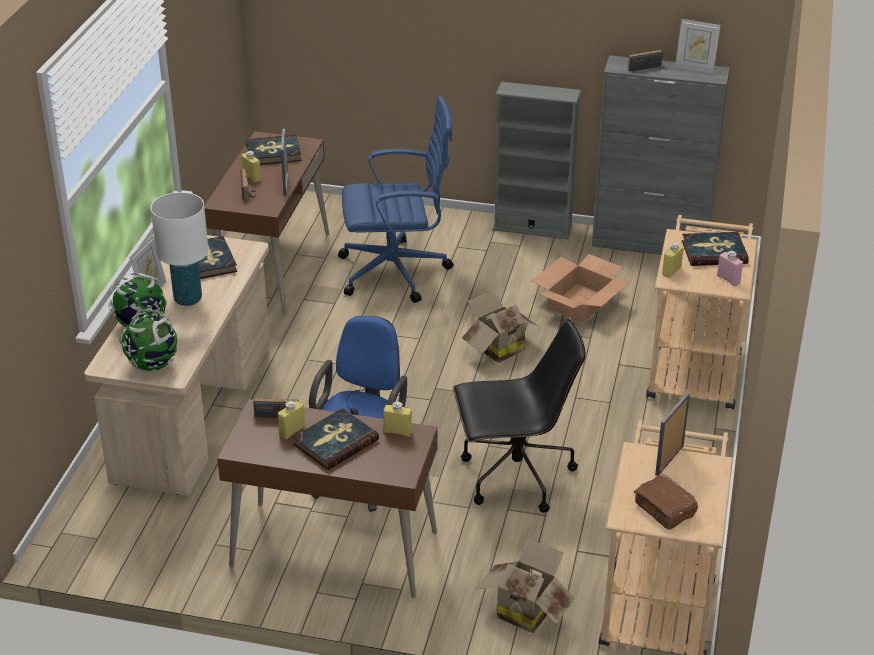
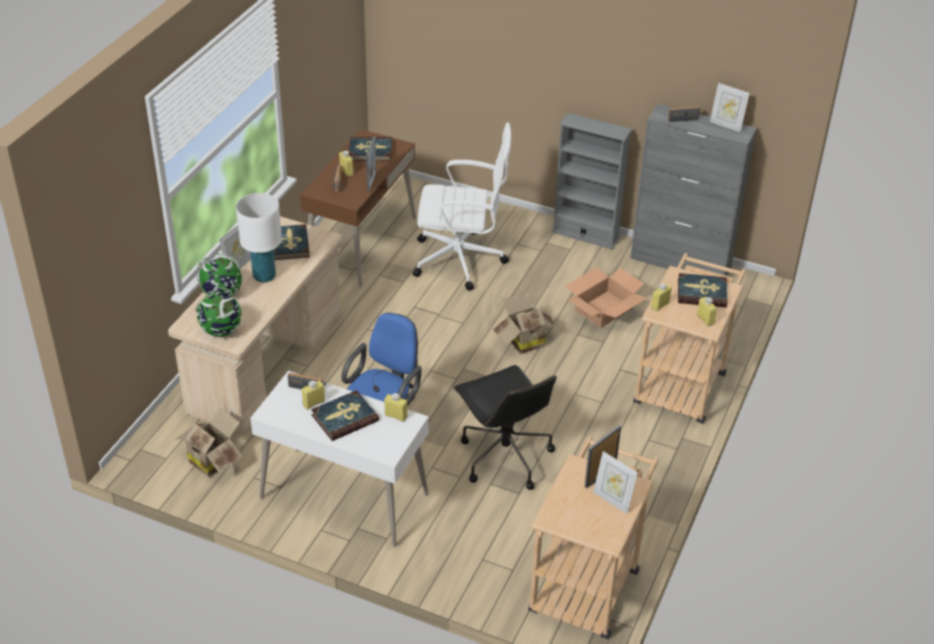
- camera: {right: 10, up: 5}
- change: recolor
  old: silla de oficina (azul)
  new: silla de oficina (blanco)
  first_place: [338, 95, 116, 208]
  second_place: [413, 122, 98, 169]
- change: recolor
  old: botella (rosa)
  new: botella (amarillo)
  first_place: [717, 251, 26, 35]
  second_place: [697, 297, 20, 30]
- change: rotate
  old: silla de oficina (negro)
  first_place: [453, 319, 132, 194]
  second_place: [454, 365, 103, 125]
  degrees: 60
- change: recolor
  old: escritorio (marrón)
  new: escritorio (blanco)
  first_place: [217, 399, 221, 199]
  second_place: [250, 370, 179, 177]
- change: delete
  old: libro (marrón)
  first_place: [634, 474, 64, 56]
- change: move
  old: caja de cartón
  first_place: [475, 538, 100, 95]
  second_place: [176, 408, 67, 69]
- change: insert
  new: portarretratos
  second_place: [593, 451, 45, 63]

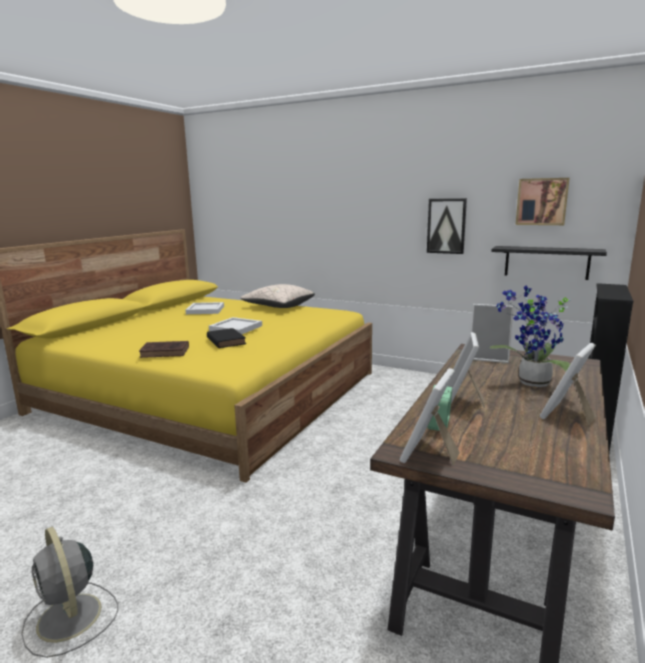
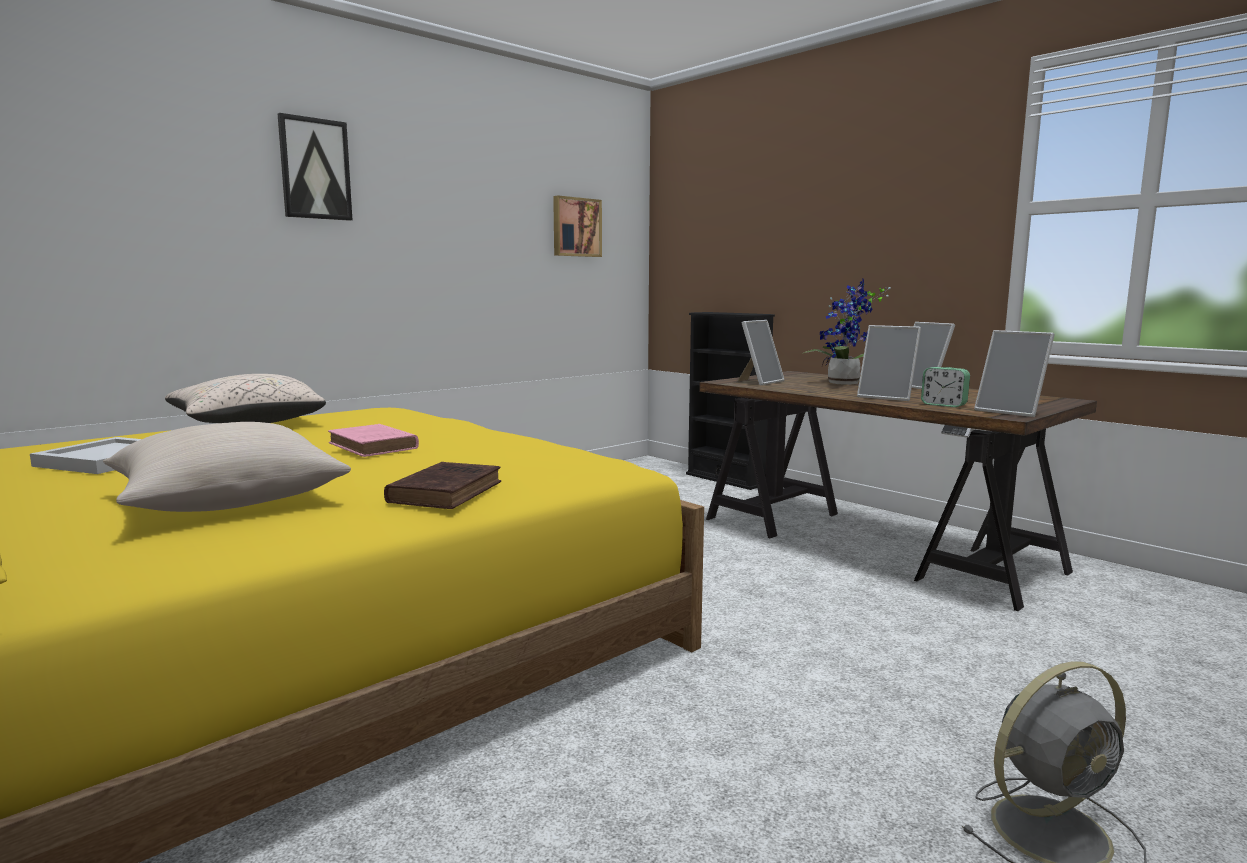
- camera: {right: -70, up: -5}
- change: move
  old: cuadro
  first_place: [427, 198, 40, 56]
  second_place: [278, 113, 74, 108]
- change: delete
  old: estante (negro)
  first_place: [491, 246, 116, 34]
- change: replace
  old: bandeja (blanco)
  new: libro (rosa)
  first_place: [209, 317, 53, 17]
  second_place: [328, 424, 91, 33]
- change: delete
  old: libro (negro)
  first_place: [207, 328, 39, 20]
- change: insert
  new: cojín (beis)
  second_place: [103, 422, 248, 90]

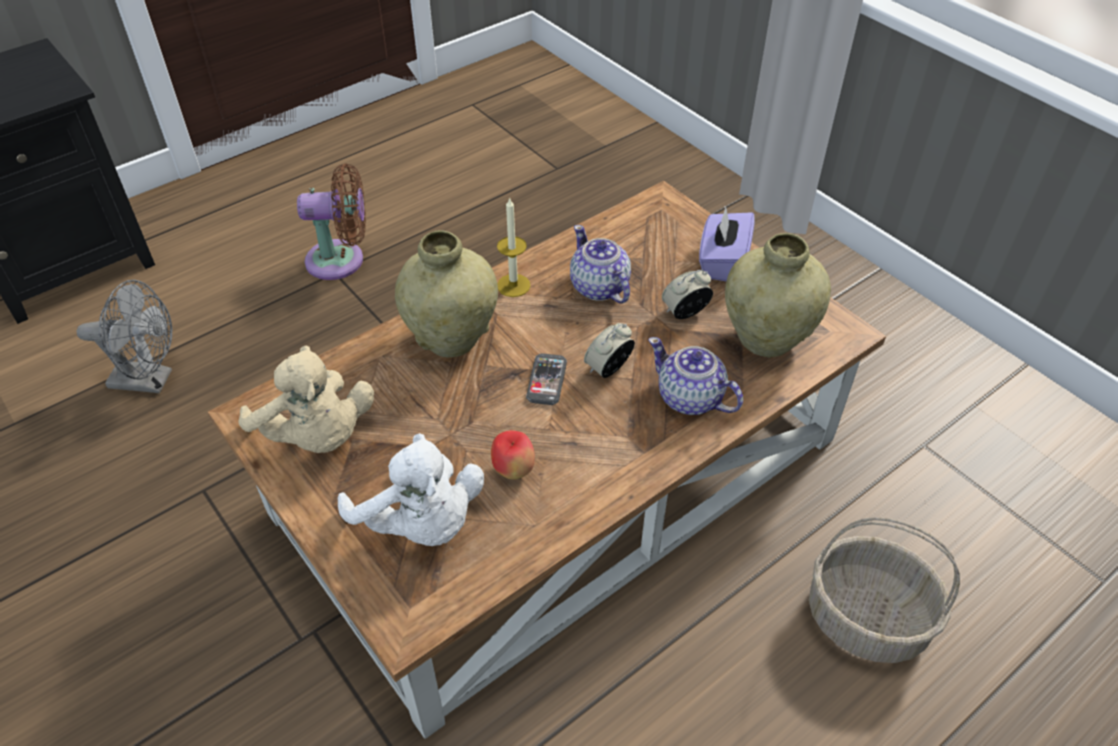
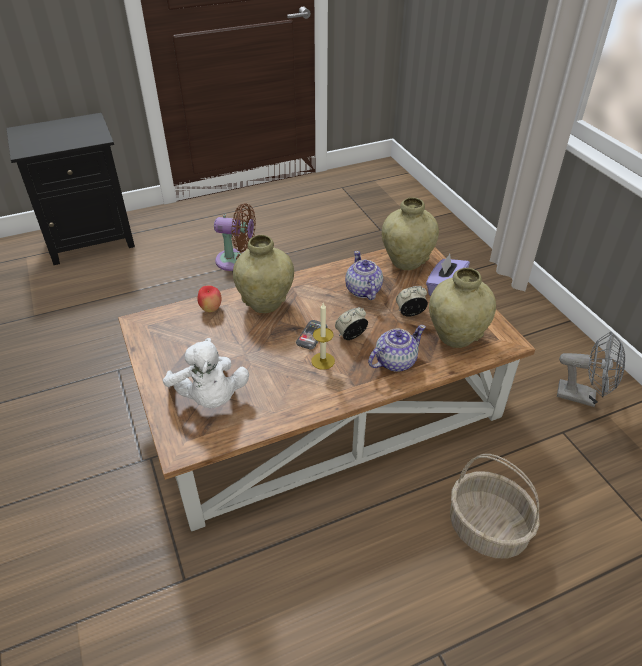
- camera: {right: 15, up: -5}
- change: move
  old: vela
  first_place: [497, 197, 34, 100]
  second_place: [311, 303, 24, 67]
- change: move
  old: ventilador (gris)
  first_place: [76, 280, 96, 113]
  second_place: [557, 331, 68, 76]
- change: rotate
  old: tetera
  first_place: [648, 337, 95, 78]
  second_place: [368, 325, 58, 47]
  degrees: 90
- change: delete
  old: peluche (beis)
  first_place: [238, 346, 136, 107]
- change: move
  old: manzana
  first_place: [491, 430, 44, 50]
  second_place: [197, 285, 24, 27]
- change: insert
  new: florero (beis)
  second_place: [382, 197, 57, 73]

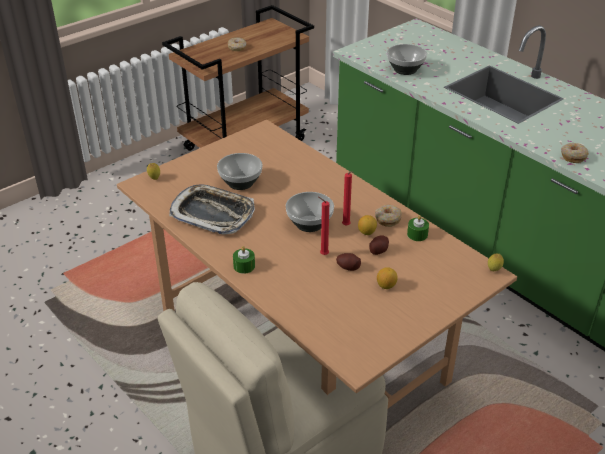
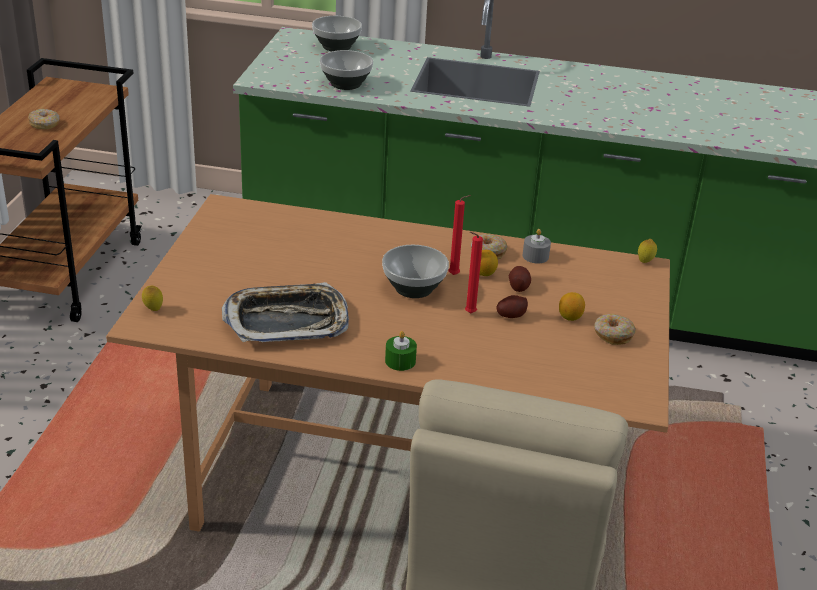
- camera: {right: -40, up: -5}
- change: move
  old: rosquilla
  first_place: [561, 143, 28, 20]
  second_place: [594, 314, 42, 31]
- change: move
  old: cuenco
  first_place: [217, 153, 46, 37]
  second_place: [312, 16, 50, 36]
- change: recolor
  old: vela (verde)
  new: vela (gris)
  first_place: [407, 215, 22, 26]
  second_place: [523, 229, 28, 35]

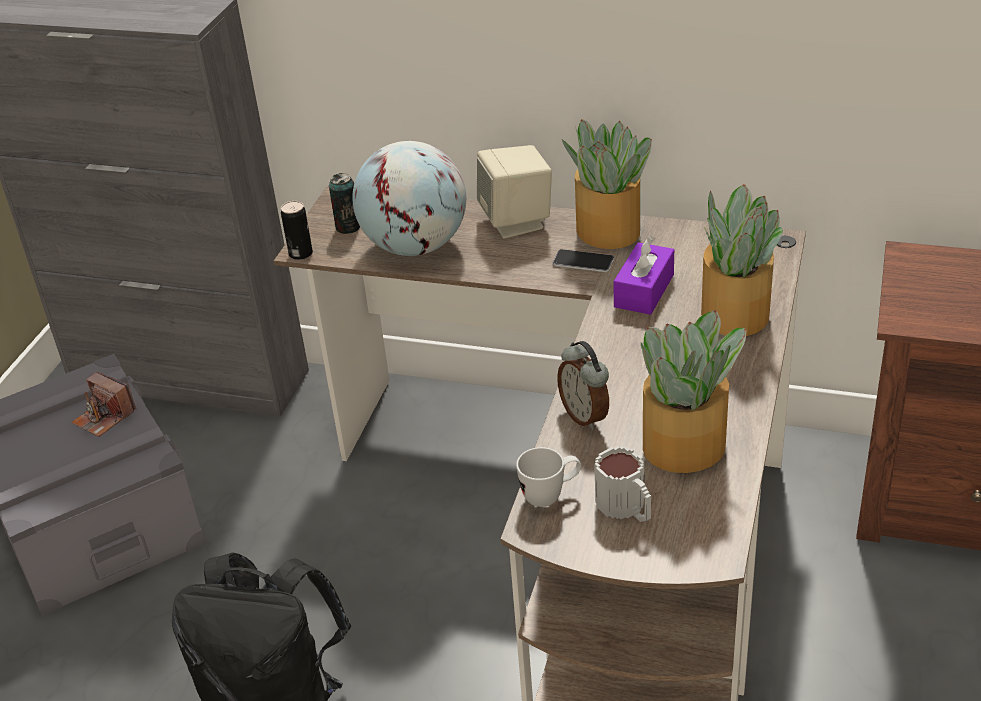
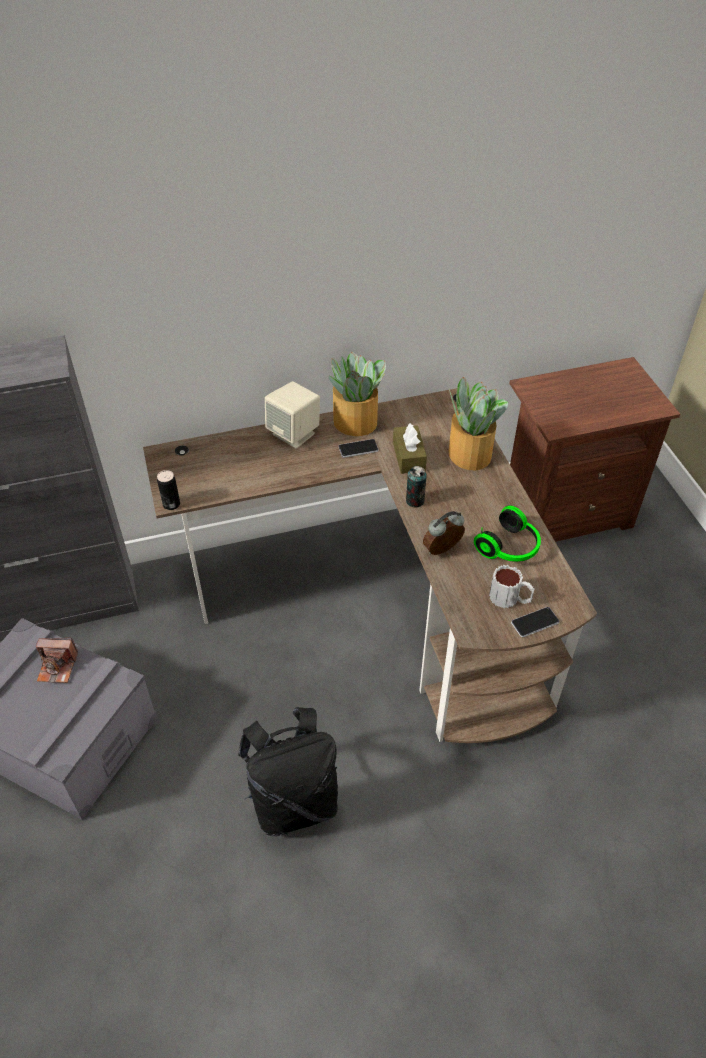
- camera: {right: -35, up: 10}
- change: delete
  old: globo terráqueo
  first_place: [352, 141, 114, 115]
- change: move
  old: lata
  first_place: [329, 173, 31, 61]
  second_place: [406, 466, 21, 41]
- change: recolor
  old: caja de pañuelos (morado)
  new: caja de pañuelos (marrón)
  first_place: [613, 236, 61, 79]
  second_place: [393, 423, 34, 51]
- change: replace
  old: planta en maceta
  new: auriculares
  first_place: [641, 310, 105, 163]
  second_place: [474, 505, 67, 57]
- change: rotate
  old: despertador
  first_place: [557, 341, 52, 89]
  second_place: [423, 511, 42, 44]
  degrees: 120
- change: delete
  old: taza grande (blanco)
  first_place: [516, 447, 65, 60]
- change: insert
  new: móvil
  second_place: [511, 607, 48, 30]

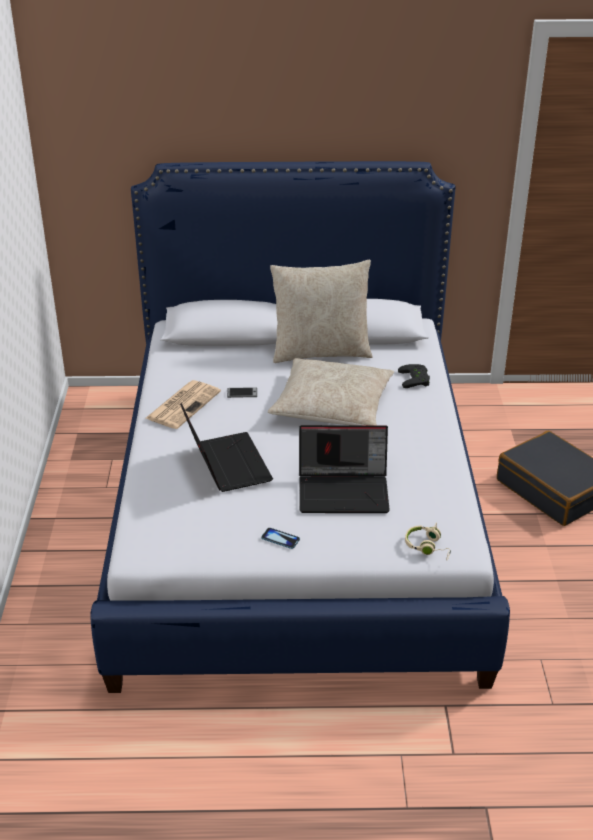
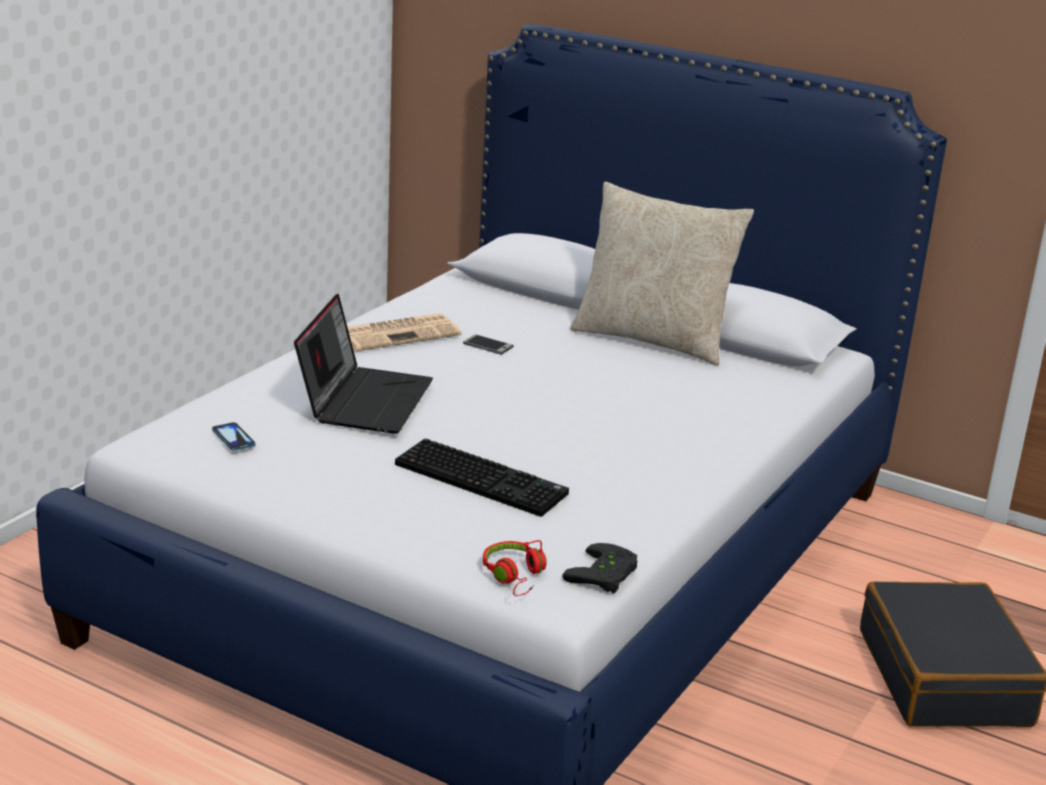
- camera: {right: 30, up: -10}
- change: delete
  old: cojín (beis)
  first_place: [268, 358, 126, 67]
- change: move
  old: mando de consola (negro)
  first_place: [398, 364, 32, 24]
  second_place: [562, 543, 75, 50]
- change: replace
  old: portátil
  new: teclado
  first_place: [299, 425, 91, 88]
  second_place: [395, 439, 174, 78]
- change: recolor
  old: auriculares (beis)
  new: auriculares (rojo)
  first_place: [405, 523, 46, 37]
  second_place: [483, 540, 64, 56]
- change: move
  old: móvil
  first_place: [261, 528, 39, 21]
  second_place: [212, 422, 44, 29]

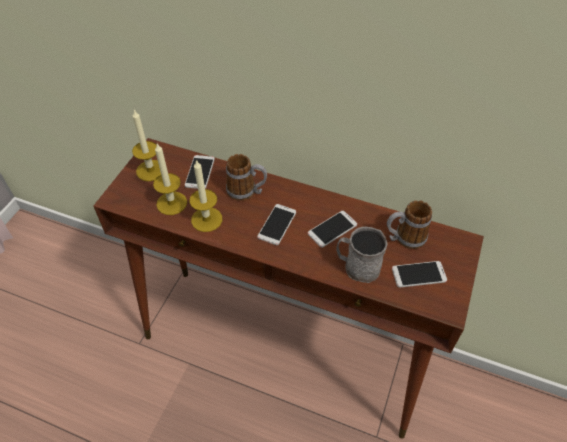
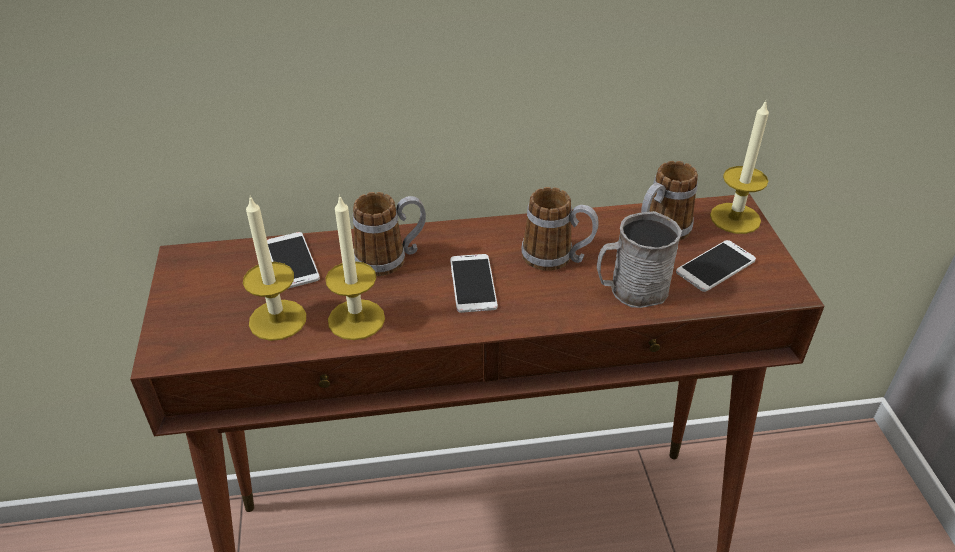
- camera: {right: -30, up: -10}
- change: move
  old: vela
  first_place: [132, 109, 29, 72]
  second_place: [710, 101, 59, 133]
- change: replace
  old: móvil
  new: taza grande
  first_place: [308, 211, 49, 37]
  second_place: [521, 187, 78, 84]

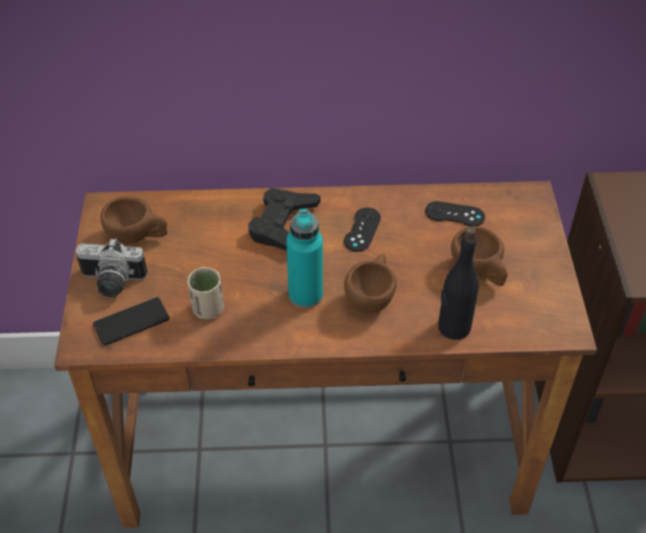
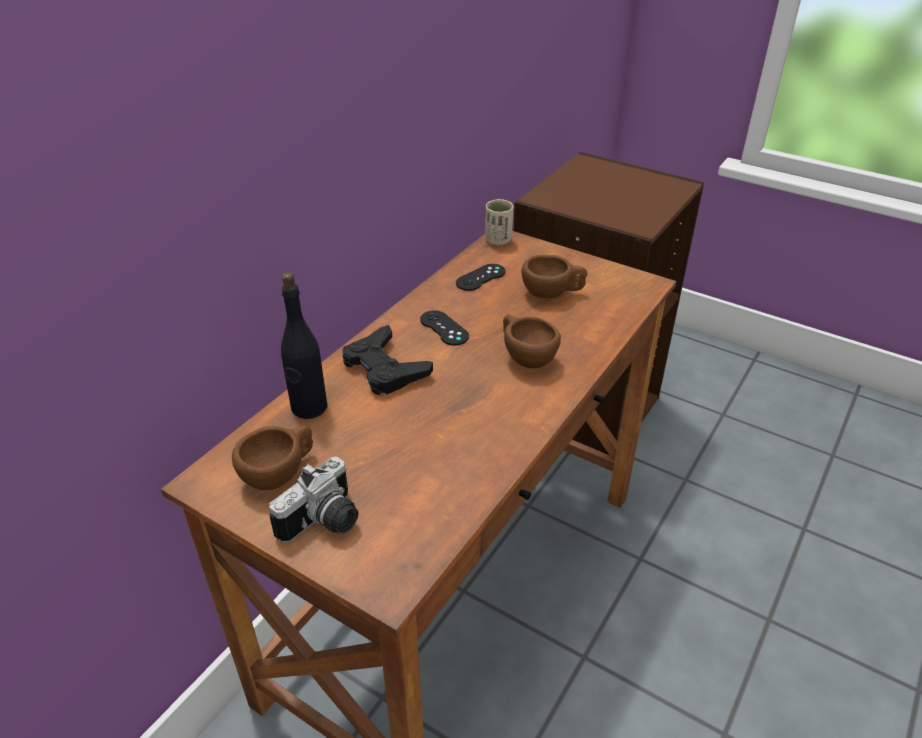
- camera: {right: -55, up: -10}
- change: delete
  old: botella (turquesa)
  first_place: [286, 209, 37, 99]
- change: move
  old: botella (negro)
  first_place: [438, 226, 41, 114]
  second_place: [281, 272, 46, 147]
- change: move
  old: taza (beis)
  first_place: [187, 267, 37, 52]
  second_place: [485, 199, 28, 47]
- change: delete
  old: móvil
  first_place: [93, 297, 77, 48]

